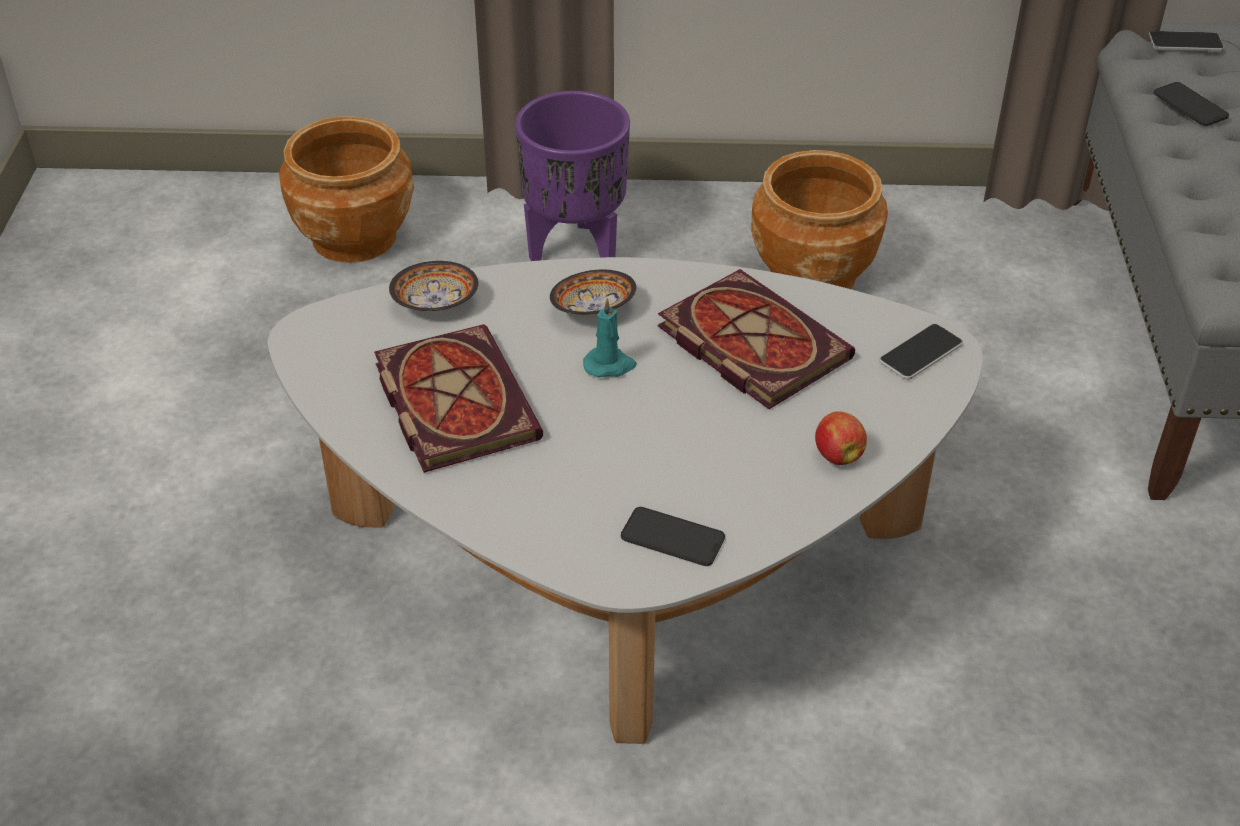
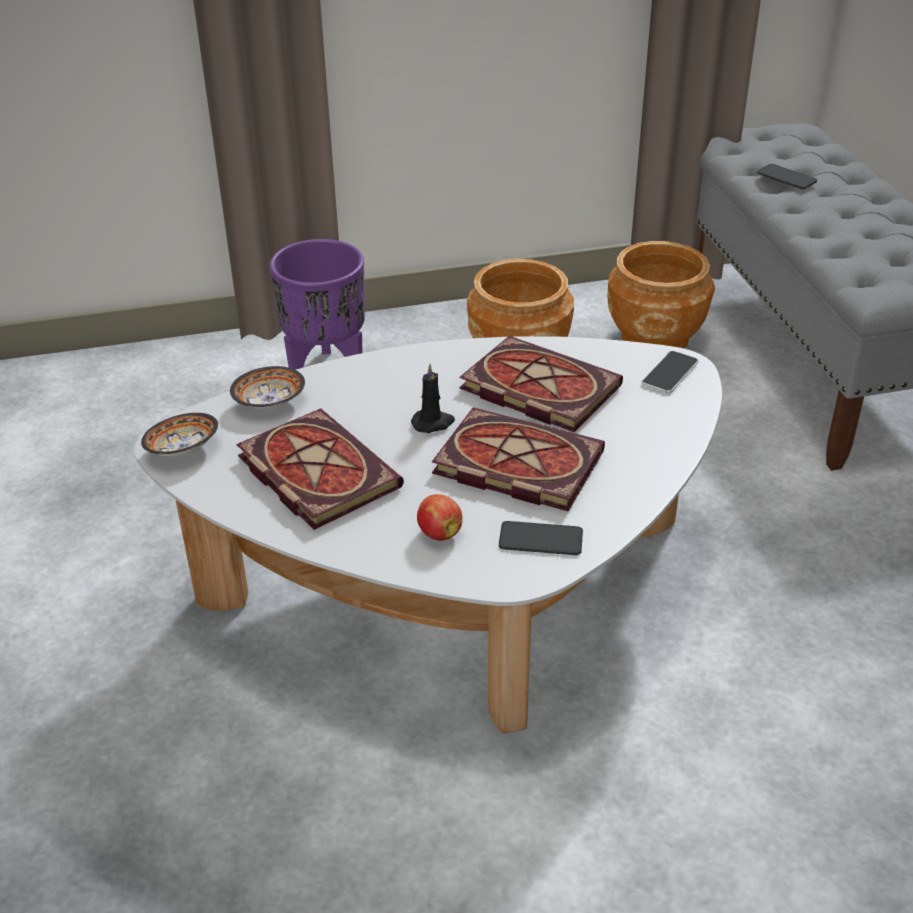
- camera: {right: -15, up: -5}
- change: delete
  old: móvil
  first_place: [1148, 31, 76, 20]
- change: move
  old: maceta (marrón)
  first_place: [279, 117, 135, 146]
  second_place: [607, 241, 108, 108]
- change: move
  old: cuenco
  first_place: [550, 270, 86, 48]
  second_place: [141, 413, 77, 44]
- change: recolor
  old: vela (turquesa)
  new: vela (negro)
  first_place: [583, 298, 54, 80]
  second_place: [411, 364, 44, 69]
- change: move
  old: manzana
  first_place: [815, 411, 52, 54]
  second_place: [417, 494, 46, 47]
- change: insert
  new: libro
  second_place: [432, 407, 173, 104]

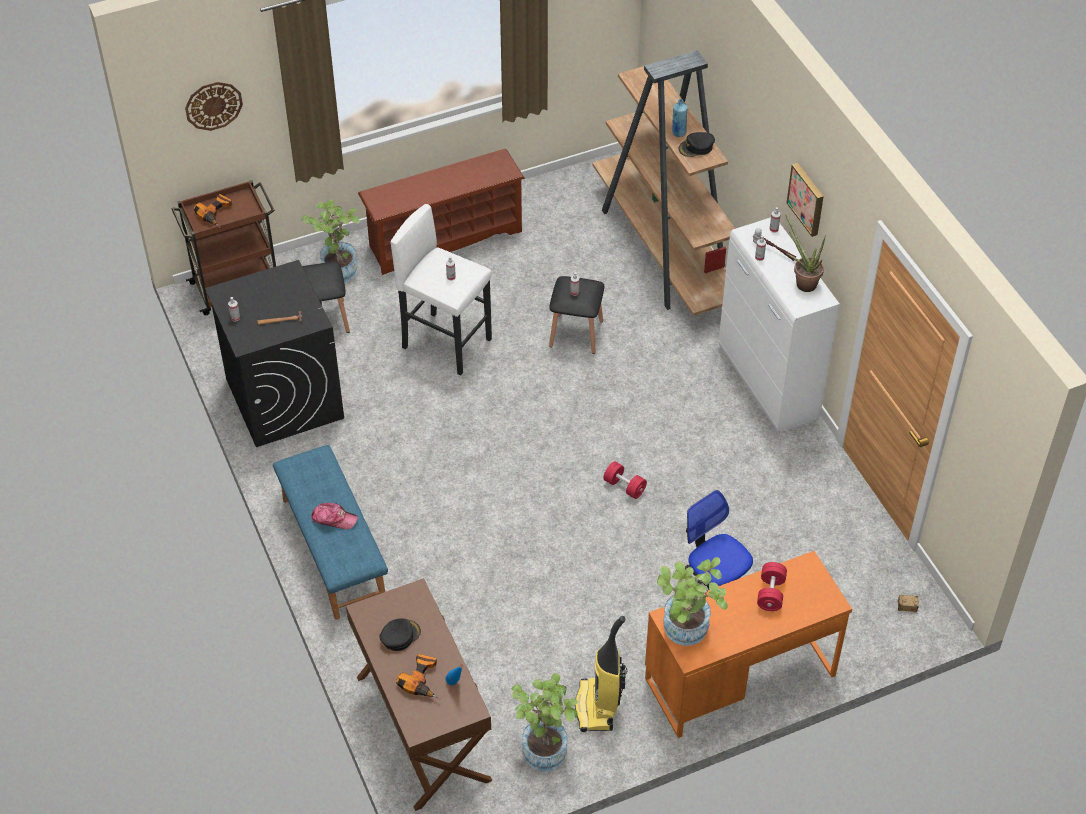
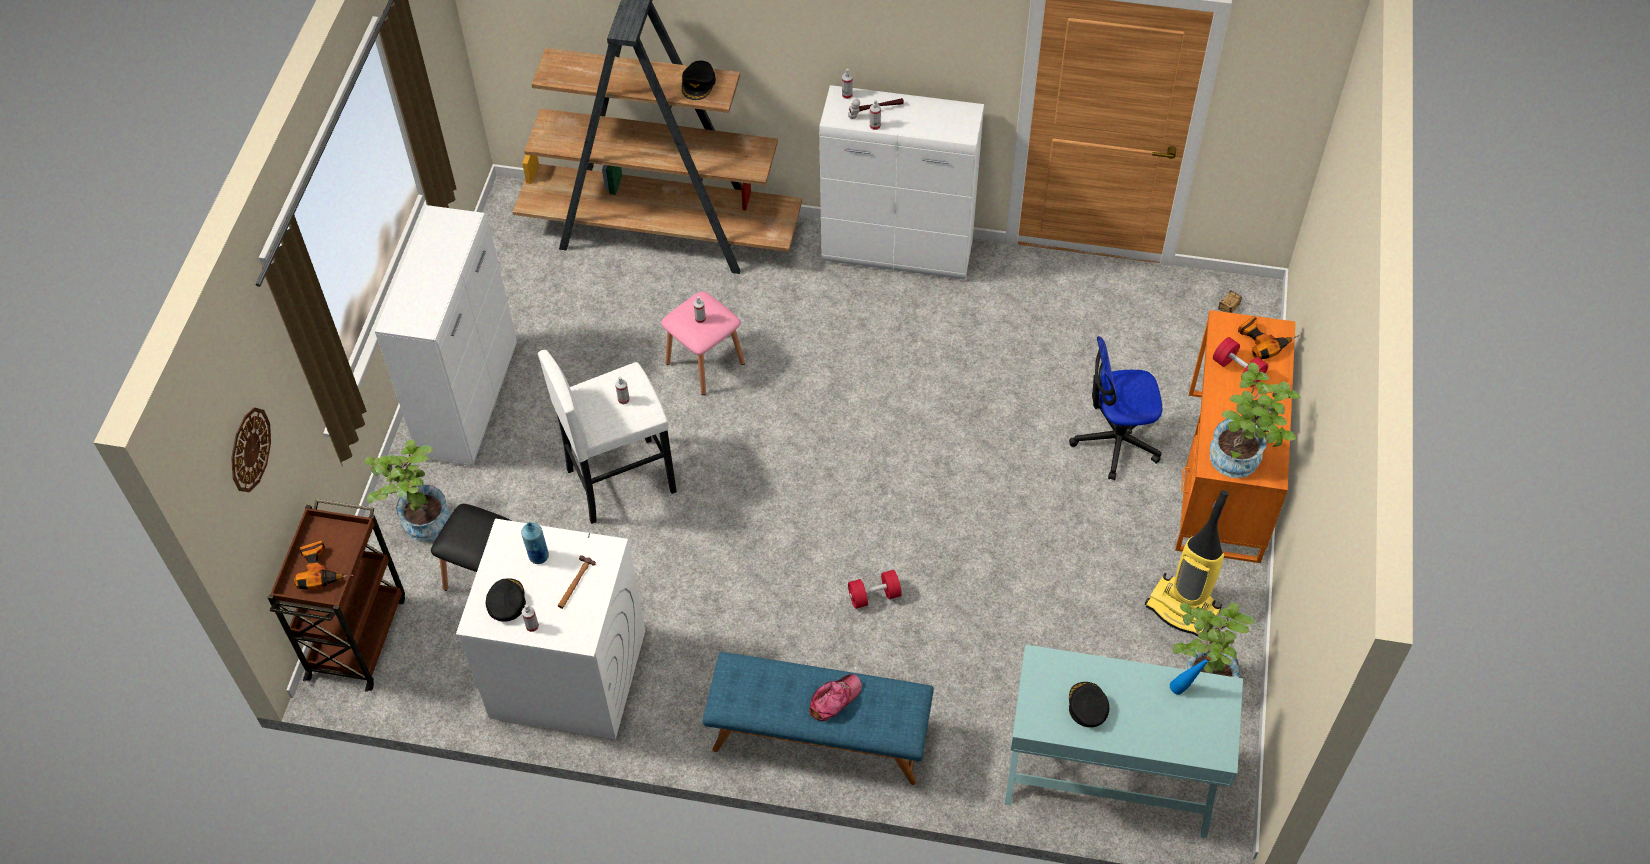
- camera: {right: -55, up: 5}
- change: move
  old: botella (azul)
  first_place: [672, 99, 16, 38]
  second_place: [521, 522, 28, 42]
- change: replace
  old: zapatero (marrón)
  new: armario (blanco)
  first_place: [358, 149, 167, 126]
  second_place: [375, 205, 142, 261]
- change: delete
  old: cuadro
  first_place: [787, 163, 37, 74]
- change: delete
  old: planta en maceta
  first_place: [785, 214, 41, 78]
- change: recolor
  old: lavadora (negro)
  new: lavadora (blanco)
  first_place: [205, 260, 139, 187]
  second_place: [456, 519, 189, 221]
- change: recolor
  old: taburete (negro)
  new: taburete (rosa)
  first_place: [549, 276, 55, 78]
  second_place: [661, 291, 84, 104]
- change: move
  old: mancuerna (rojo)
  first_place: [603, 461, 44, 38]
  second_place: [848, 570, 54, 39]
- change: recolor
  old: mesa consola (marrón)
  new: mesa consola (turquesa)
  first_place: [346, 578, 146, 233]
  second_place: [1005, 644, 238, 194]
- change: move
  old: taladro
  first_place: [396, 654, 45, 46]
  second_place: [1238, 316, 61, 43]
- change: insert
  new: gorra (negro)
  second_place: [486, 578, 40, 44]

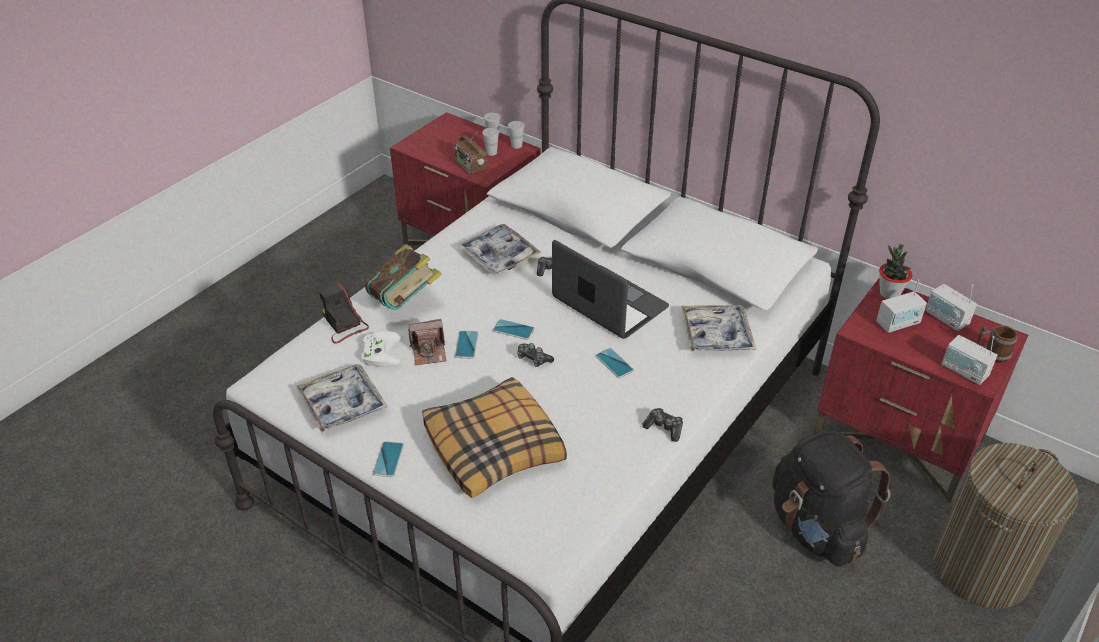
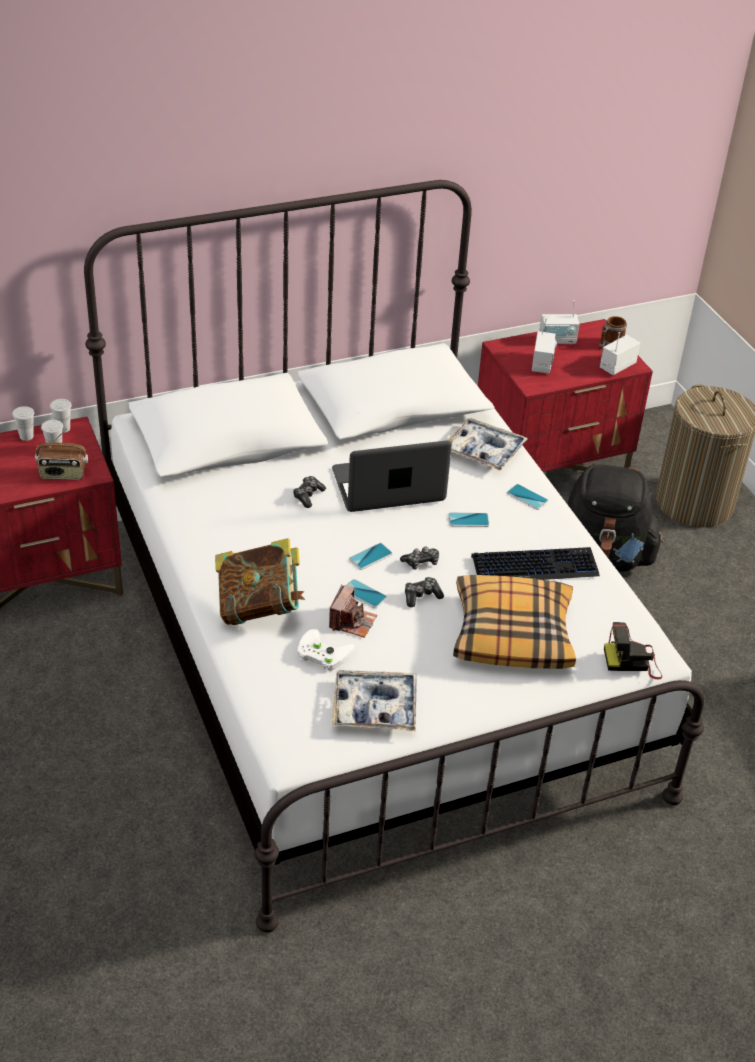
- camera: {right: -60, up: 0}
- change: delete
  old: bandeja
  first_place: [458, 224, 83, 51]
- change: delete
  old: planta en maceta
  first_place: [879, 244, 33, 55]
- change: move
  old: cámara
  first_place: [319, 283, 50, 61]
  second_place: [604, 622, 58, 58]
- change: rotate
  old: radio
  first_place: [941, 335, 57, 50]
  second_place: [600, 332, 40, 43]
  degrees: 150
- change: move
  old: mando de consola
  first_place: [642, 408, 41, 34]
  second_place: [405, 577, 39, 30]
- change: move
  old: móvil
  first_place: [373, 441, 31, 36]
  second_place: [507, 484, 42, 26]
- change: insert
  new: teclado
  second_place: [471, 547, 129, 33]

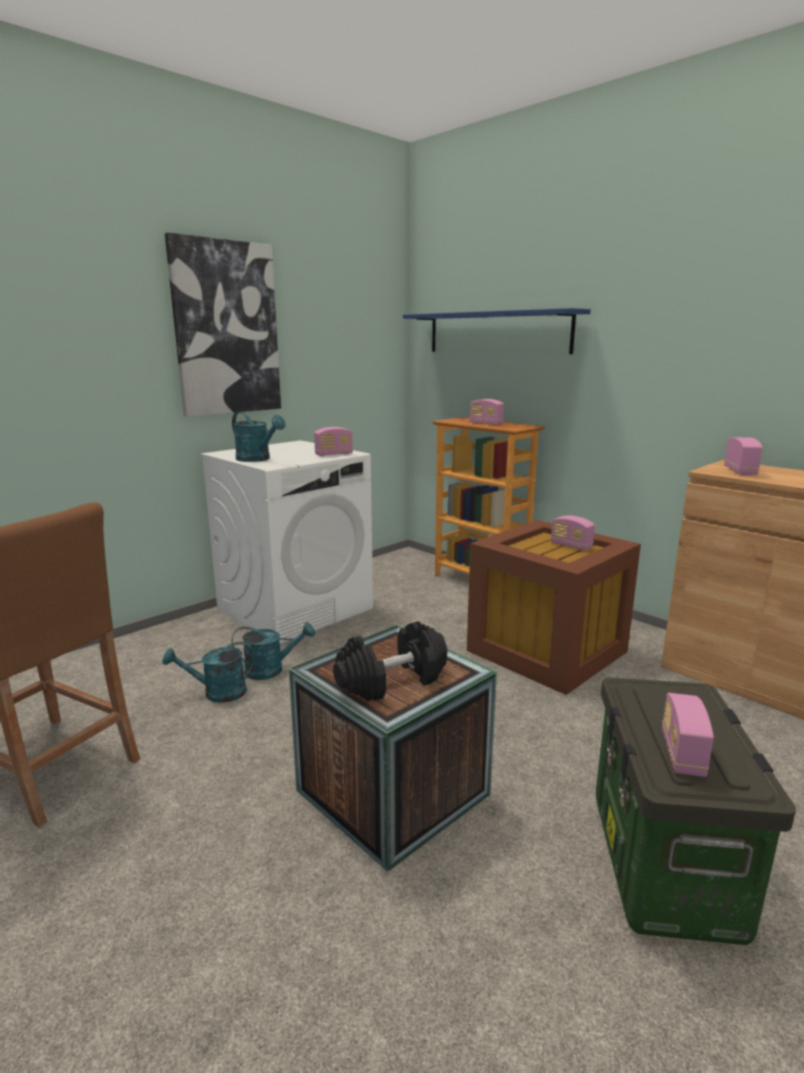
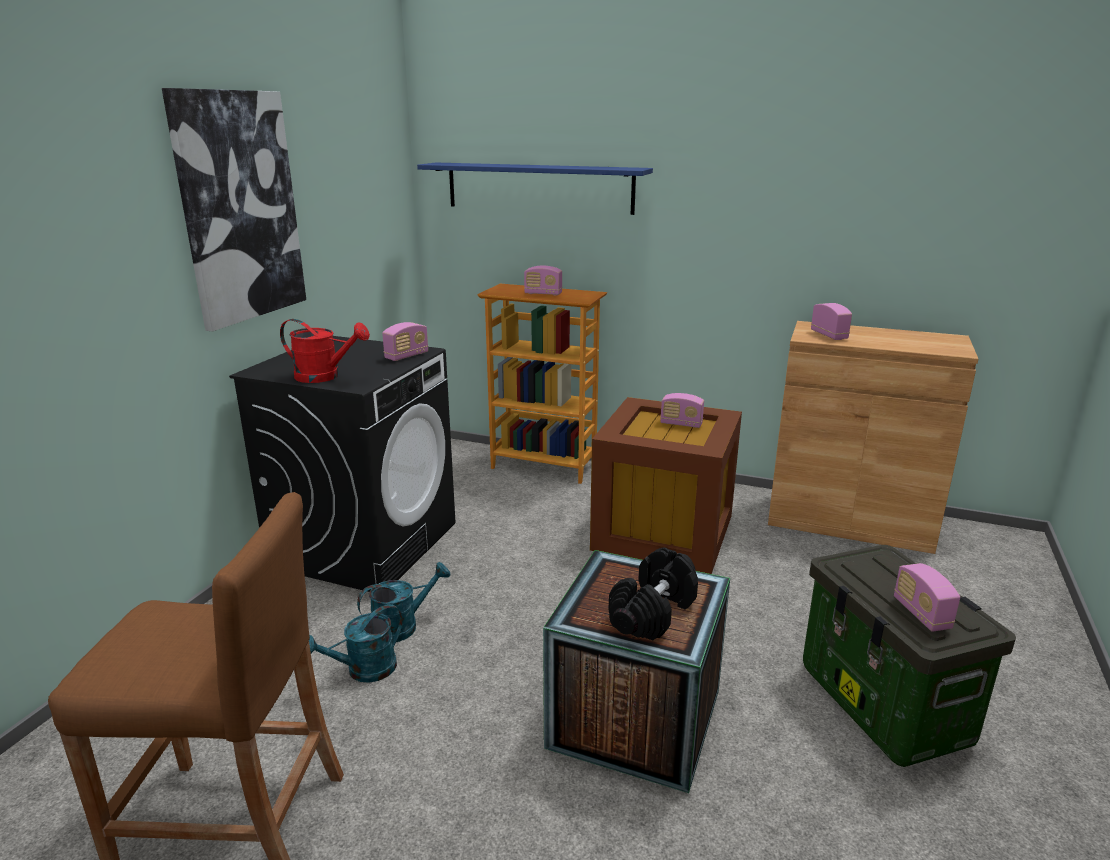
- camera: {right: -25, up: 5}
- change: recolor
  old: regadera (turquesa)
  new: regadera (rojo)
  first_place: [232, 412, 53, 50]
  second_place: [280, 319, 90, 64]
- change: recolor
  old: lavadora (blanco)
  new: lavadora (negro)
  first_place: [200, 440, 173, 204]
  second_place: [229, 336, 226, 256]

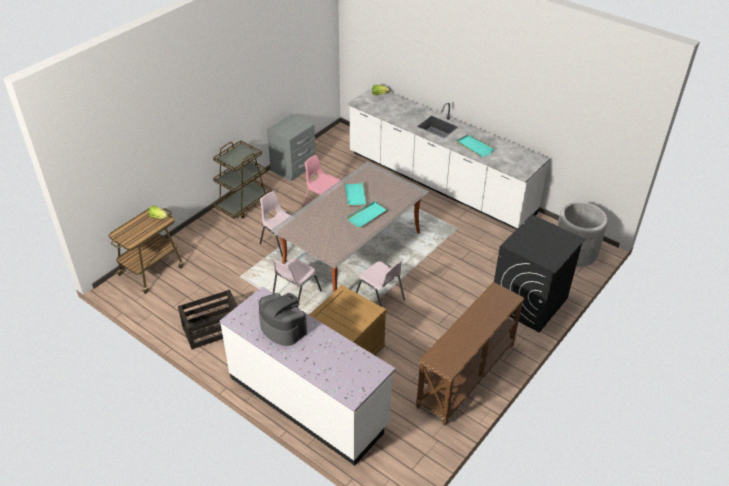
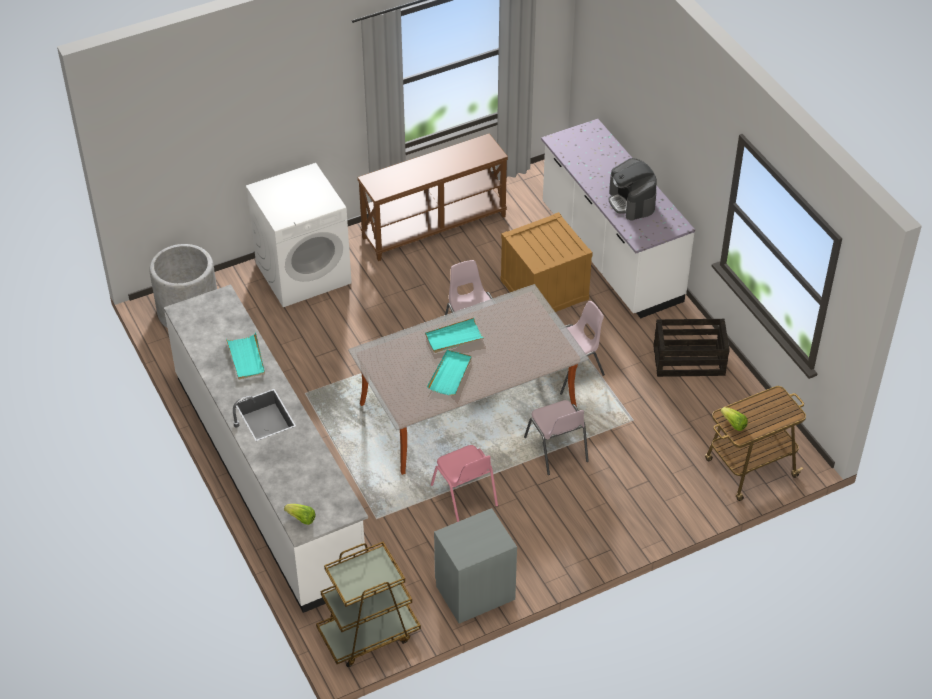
- camera: {right: -155, up: 5}
- change: move
  old: carrito (marrón)
  first_place: [213, 140, 59, 79]
  second_place: [316, 542, 105, 125]
- change: recolor
  old: lavadora (negro)
  new: lavadora (blanco)
  first_place: [494, 214, 91, 118]
  second_place: [246, 163, 106, 144]

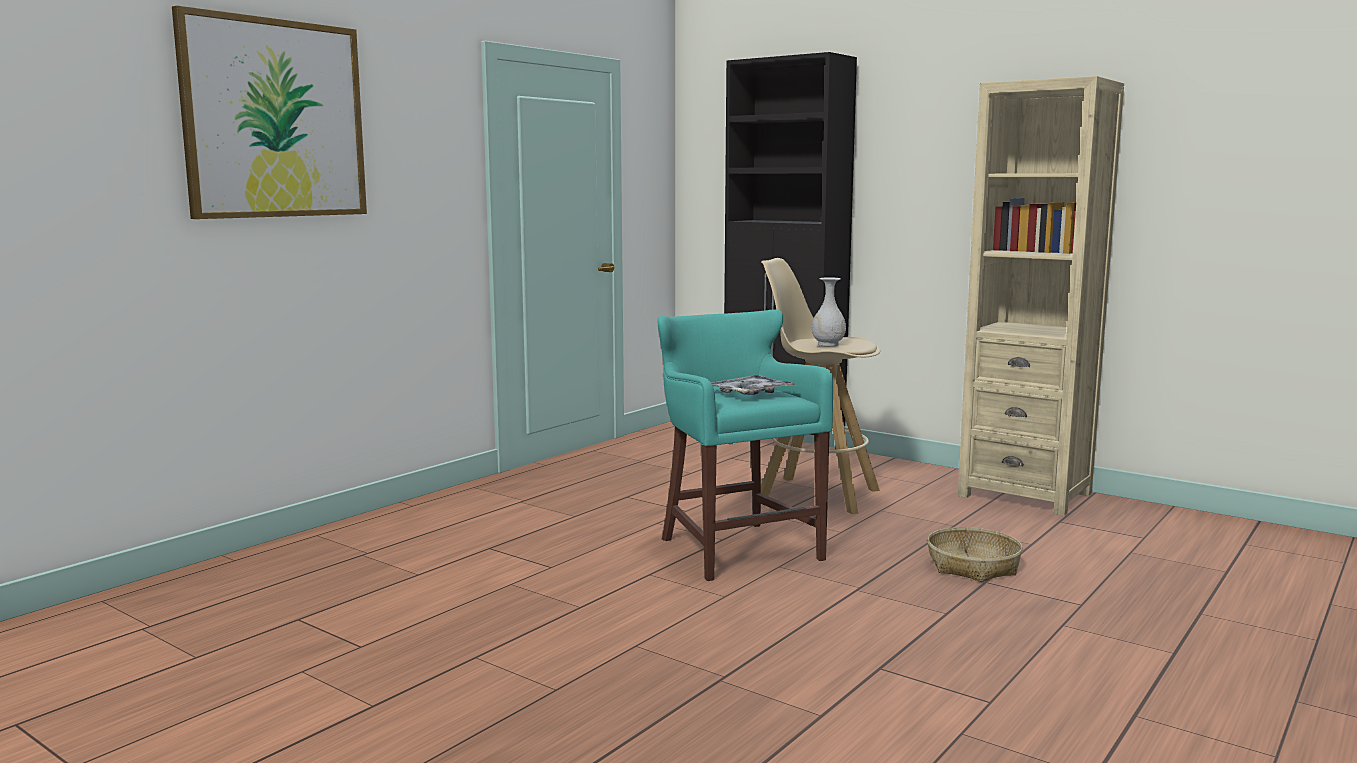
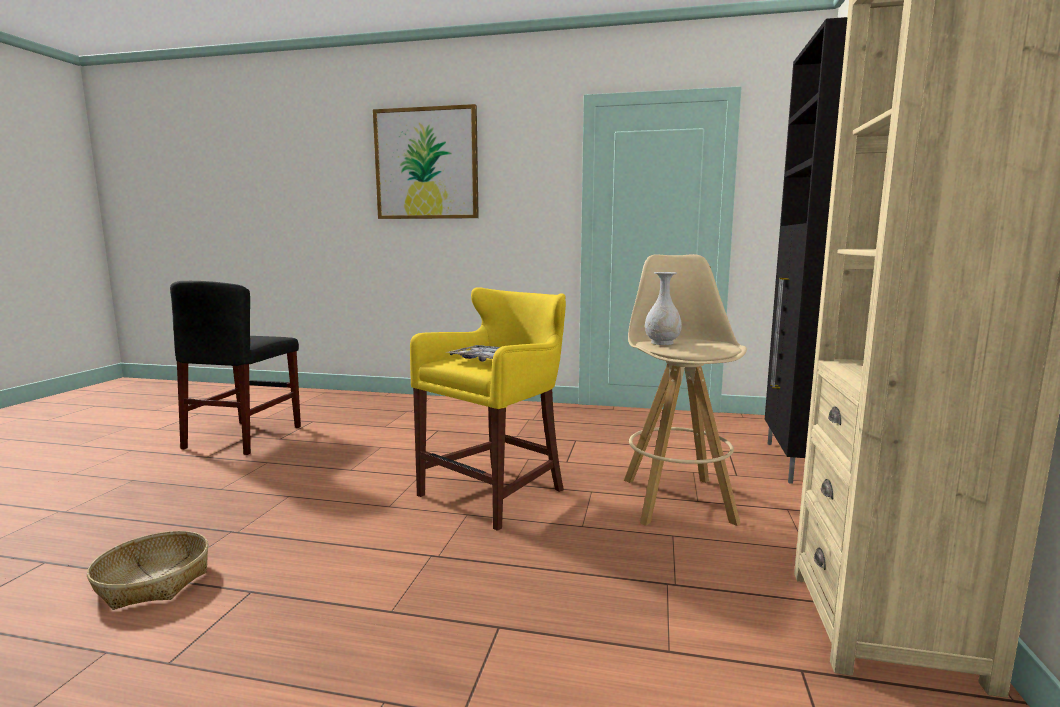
- camera: {right: 65, up: 0}
- change: recolor
  old: taburete (turquesa)
  new: taburete (amarillo)
  first_place: [657, 309, 176, 272]
  second_place: [410, 287, 156, 244]
- change: move
  old: cesta
  first_place: [927, 527, 96, 55]
  second_place: [87, 531, 122, 79]
- change: insert
  new: silla (negro)
  second_place: [170, 281, 131, 174]

